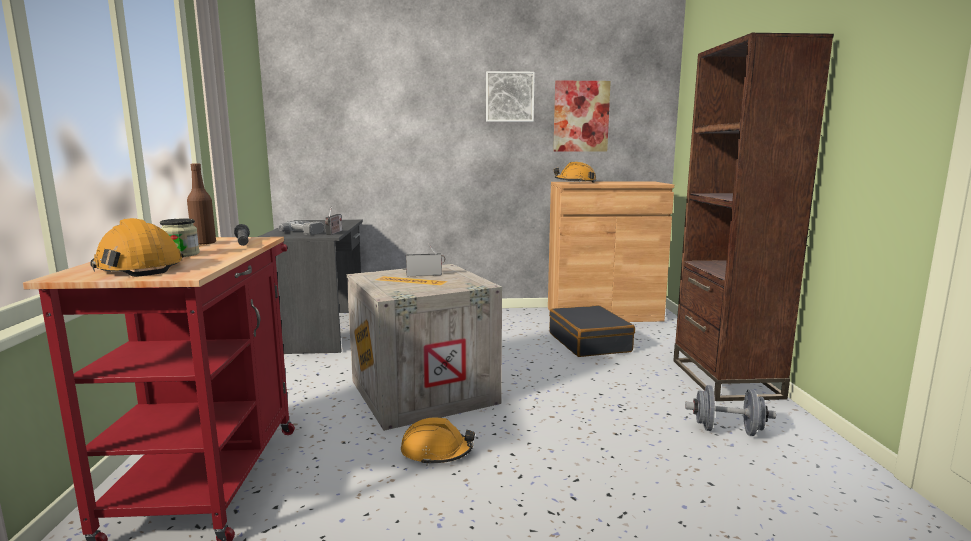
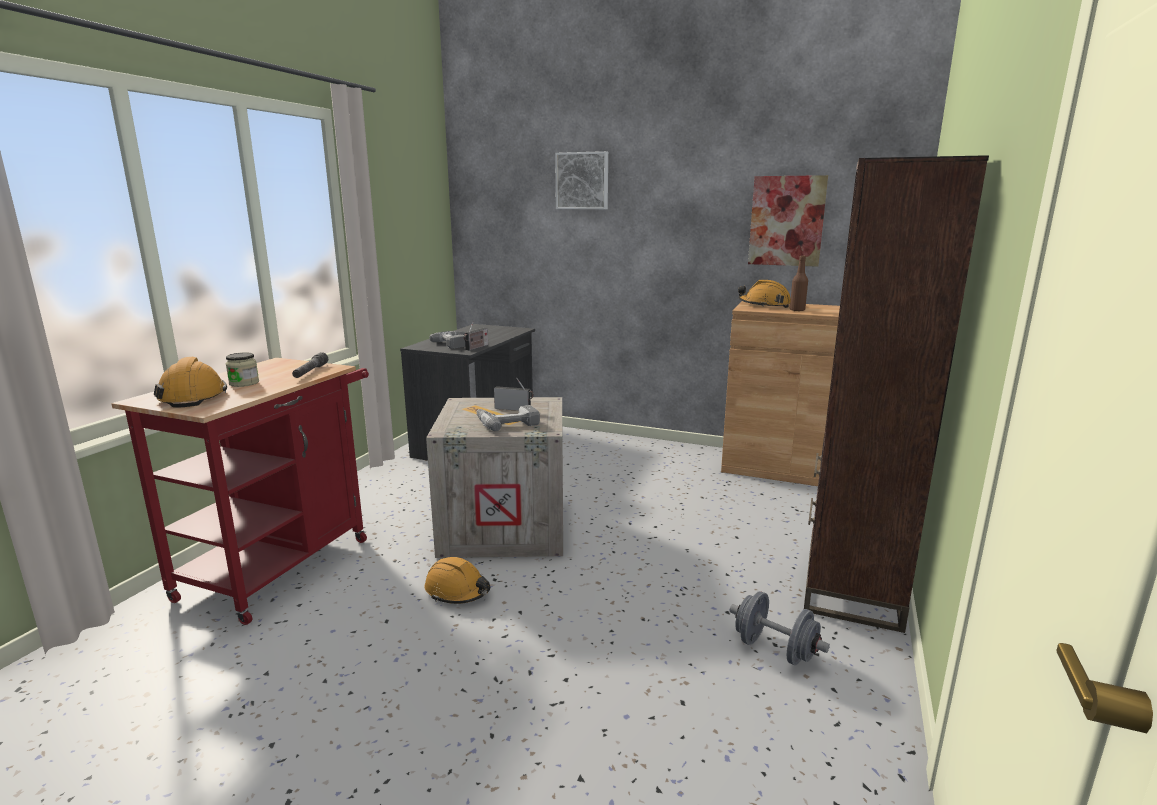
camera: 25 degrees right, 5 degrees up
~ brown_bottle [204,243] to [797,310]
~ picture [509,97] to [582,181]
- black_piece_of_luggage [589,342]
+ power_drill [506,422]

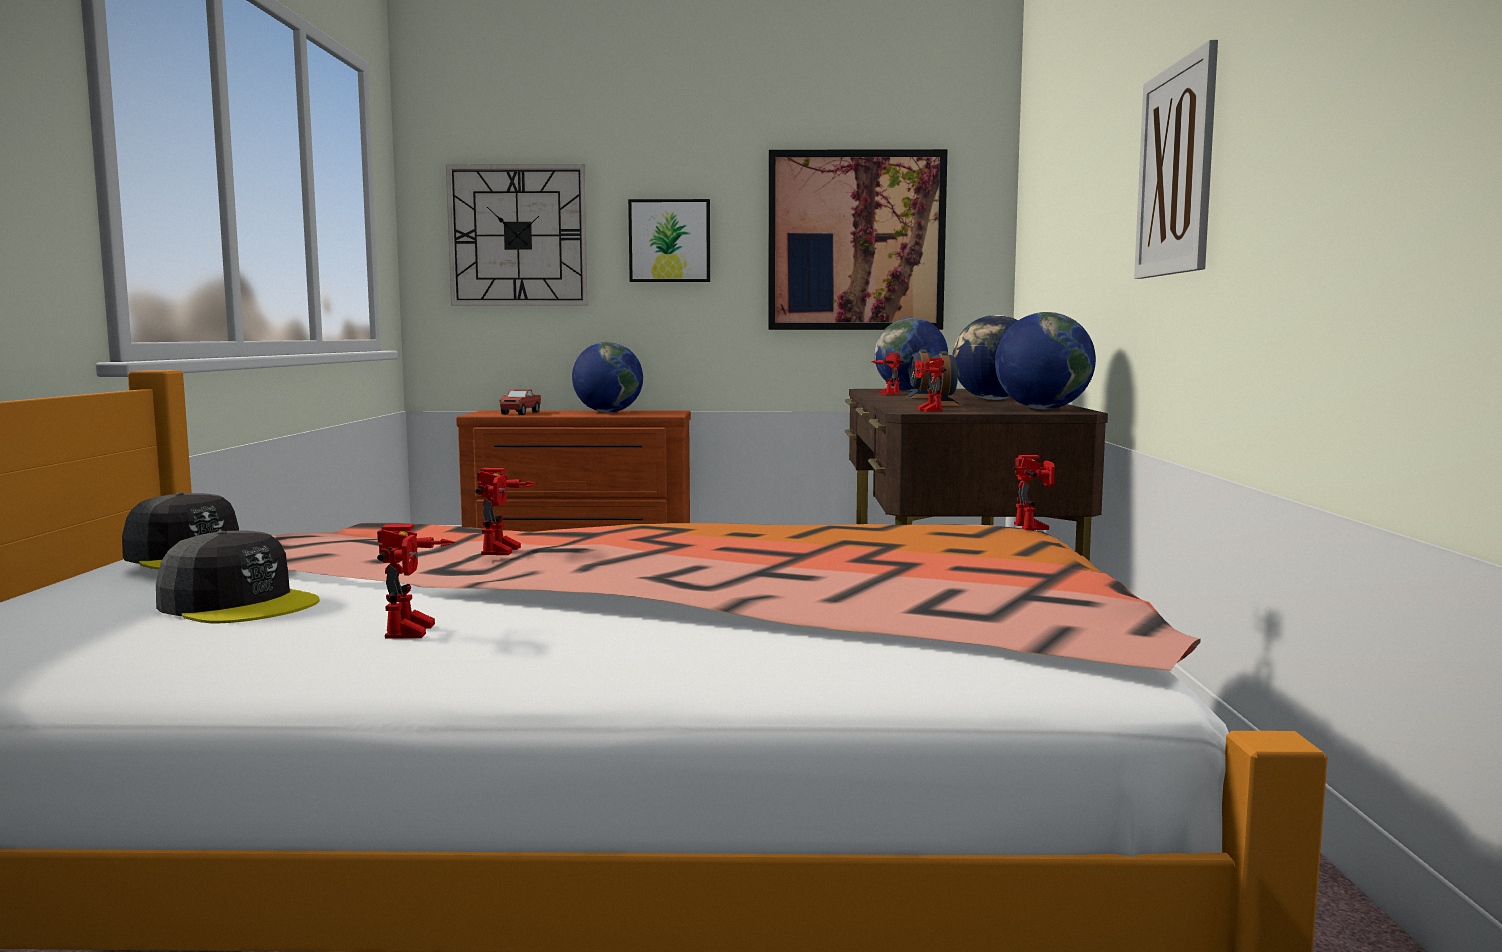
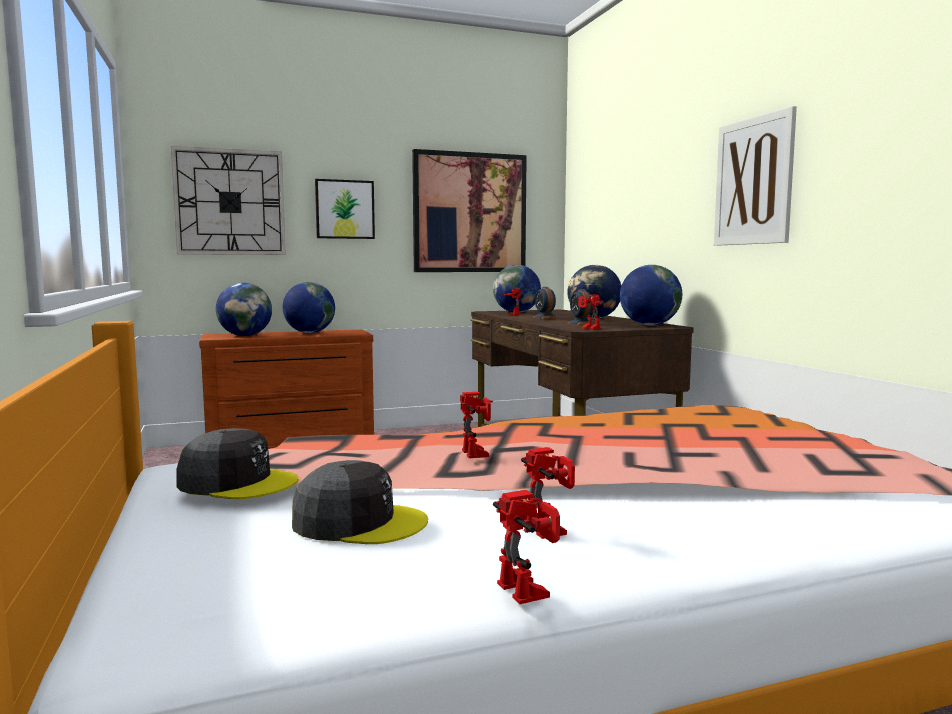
camera: 20 degrees left, 0 degrees up
~ model_truck [521,413] to world_globe [245,336]
~ model_robot [1037,527] to [531,590]

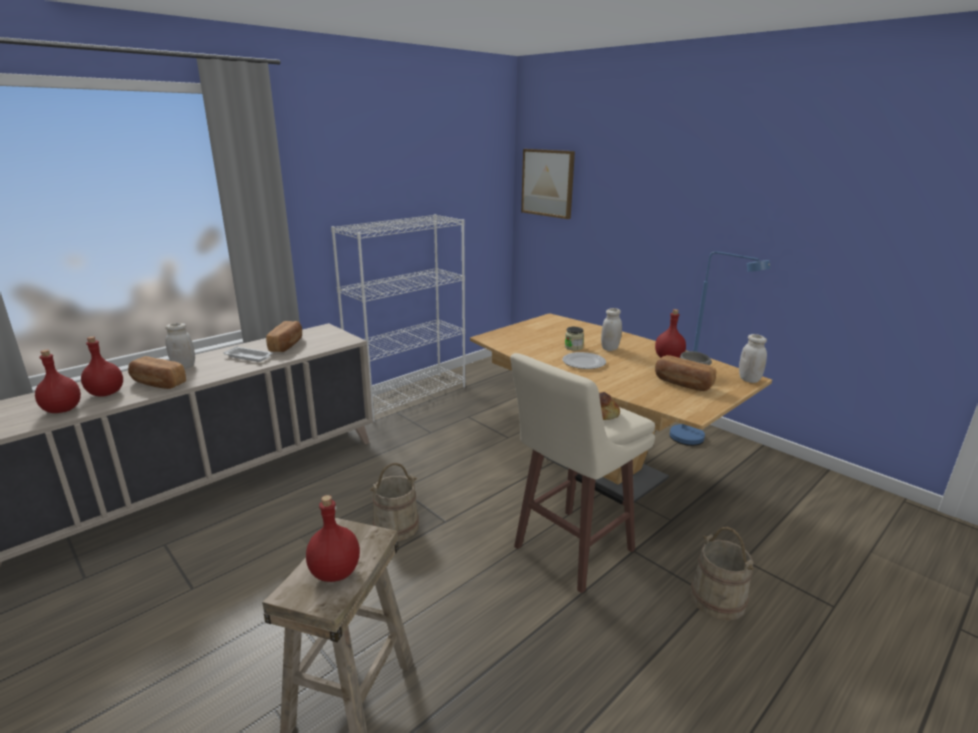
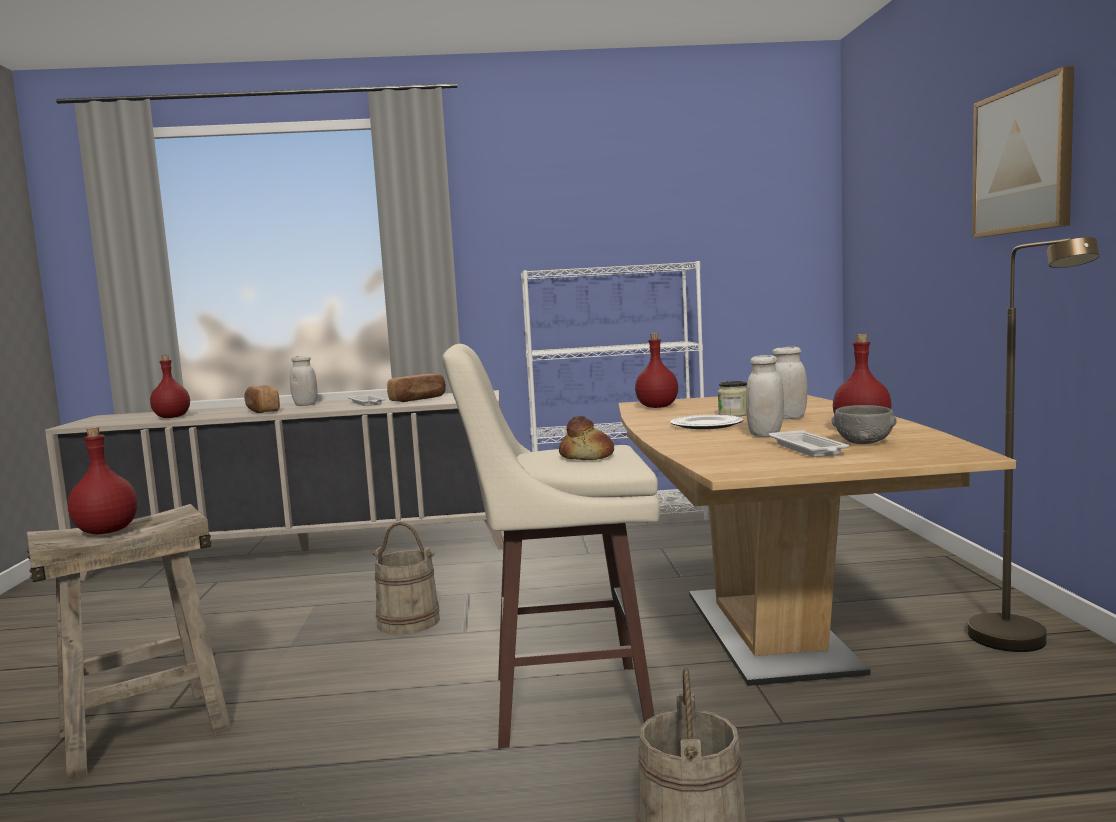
camera: 40 degrees right, 15 degrees down
~ red-coloured_bottle [105,393] to [656,407]
~ picture [548,183] to [1023,159]
~ bakery_bread [682,383] to whitish_carrying_tray [808,449]
~ bluish_standing_lamp [696,440] to brown_standing_lamp [1020,645]
~ whitish_jar [749,379] to [765,435]

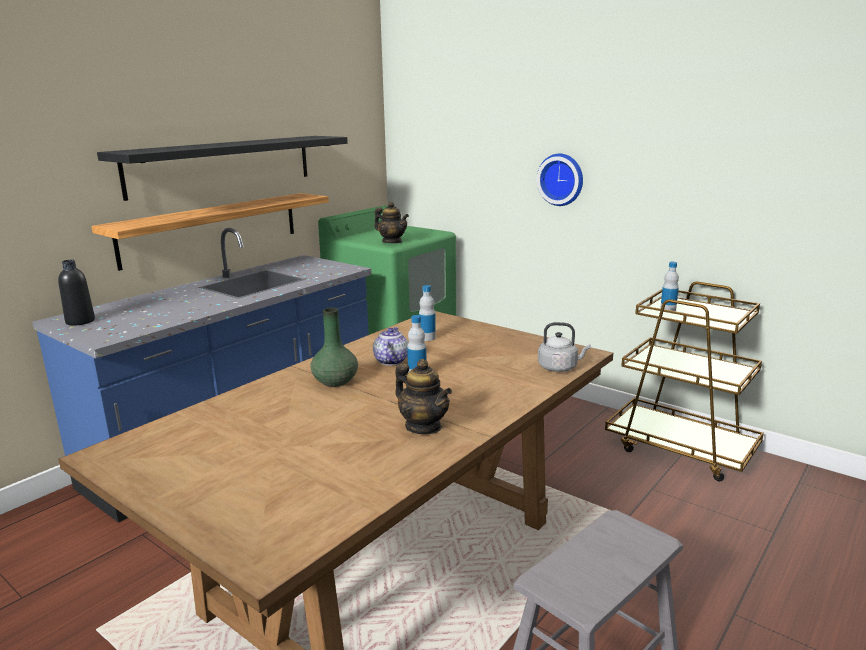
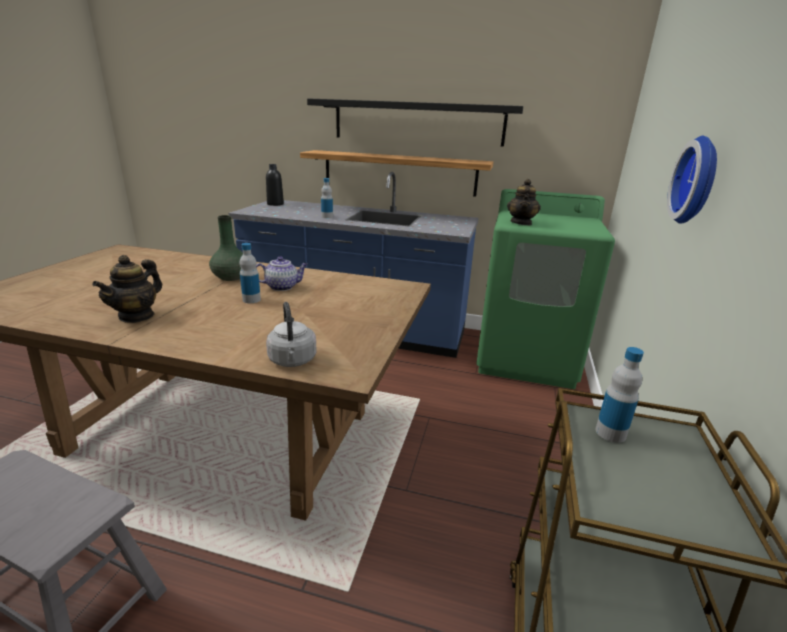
camera: 65 degrees right, 5 degrees up
~ bottle [427,338] to [327,217]

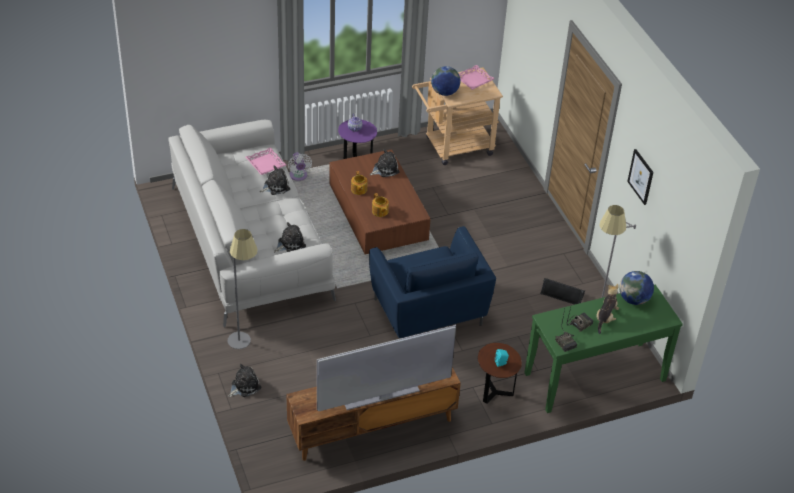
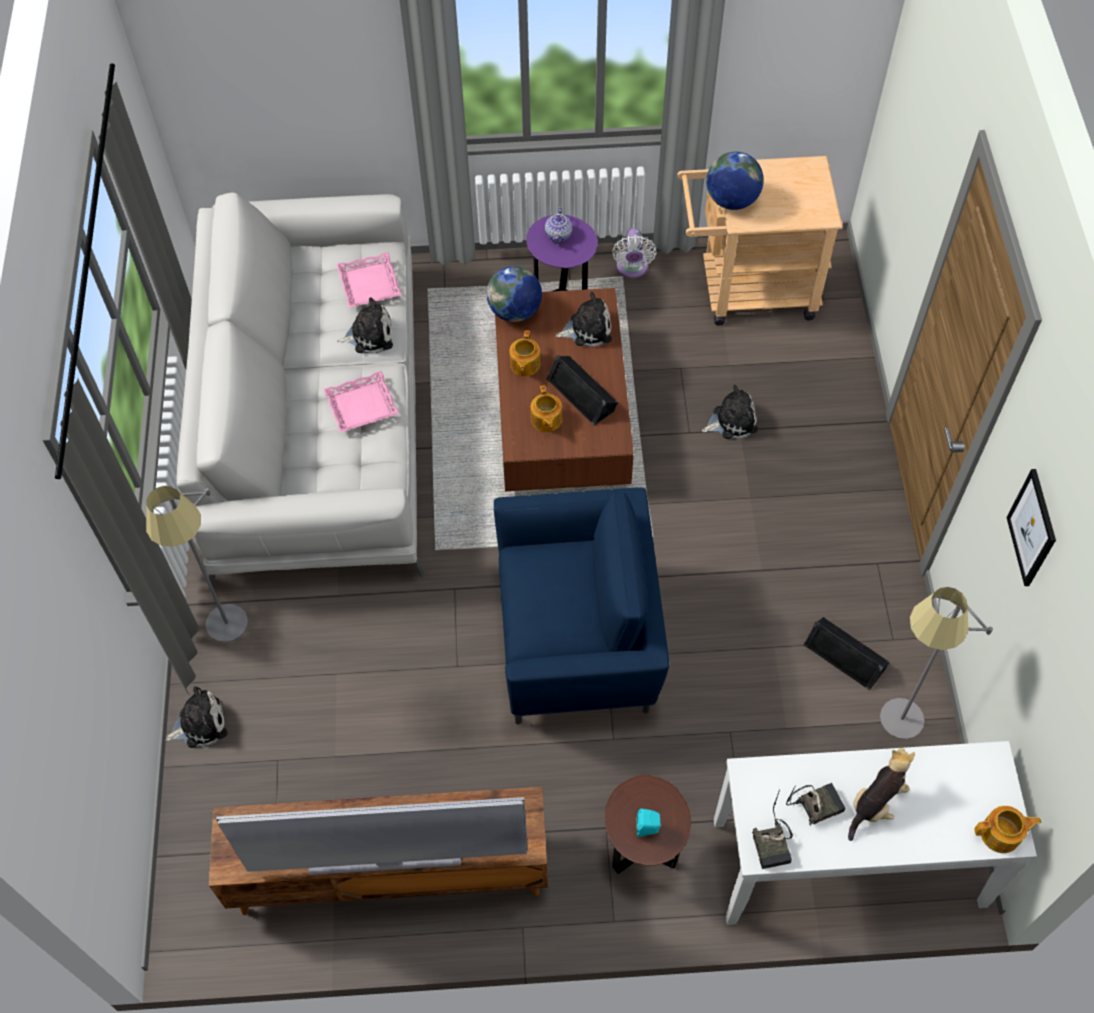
camera: 20 degrees right, 15 degrees up
~ soft_toy [290,244] to [731,420]
~ whitish_cooling_fan [298,176] to [632,269]
~ bluish_lounge_chair [428,313] = [579,642] 90 degrees counterclockwise
~ pinkish_carrying_tray [474,80] to [362,406]
~ green_console_table [595,377] to whitish_console_table [848,863]
~ world_globe [633,299] to [515,311]
+ black_speaker [582,393]
+ tea_pot [1001,834]

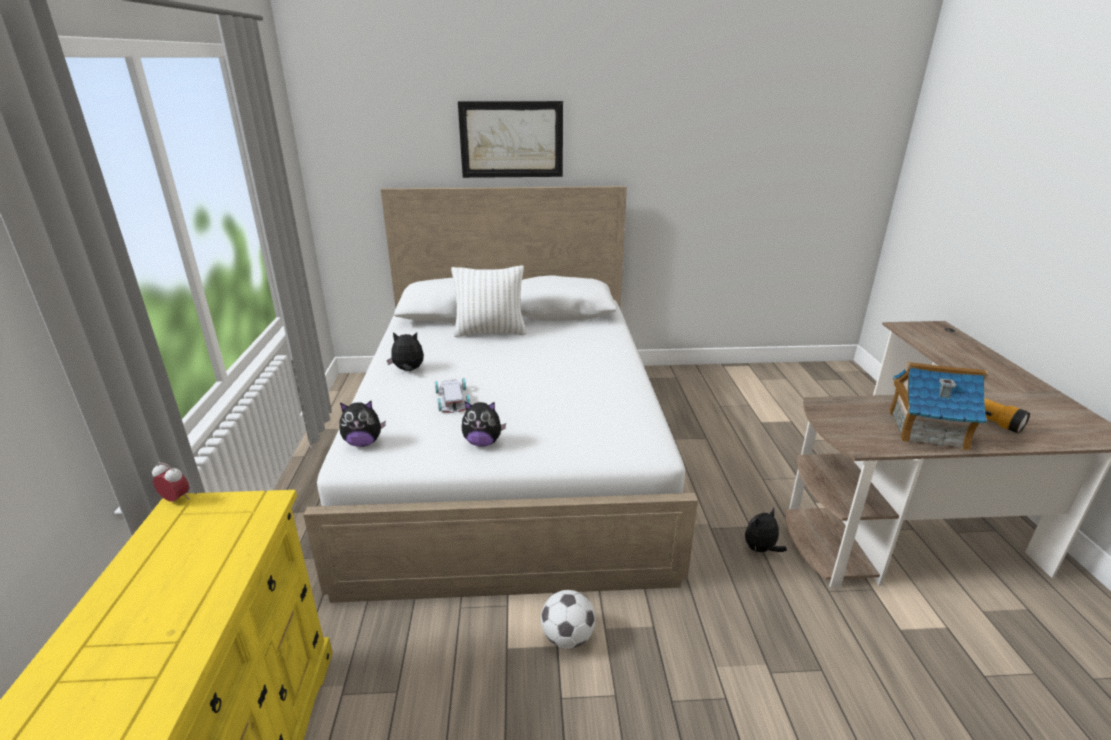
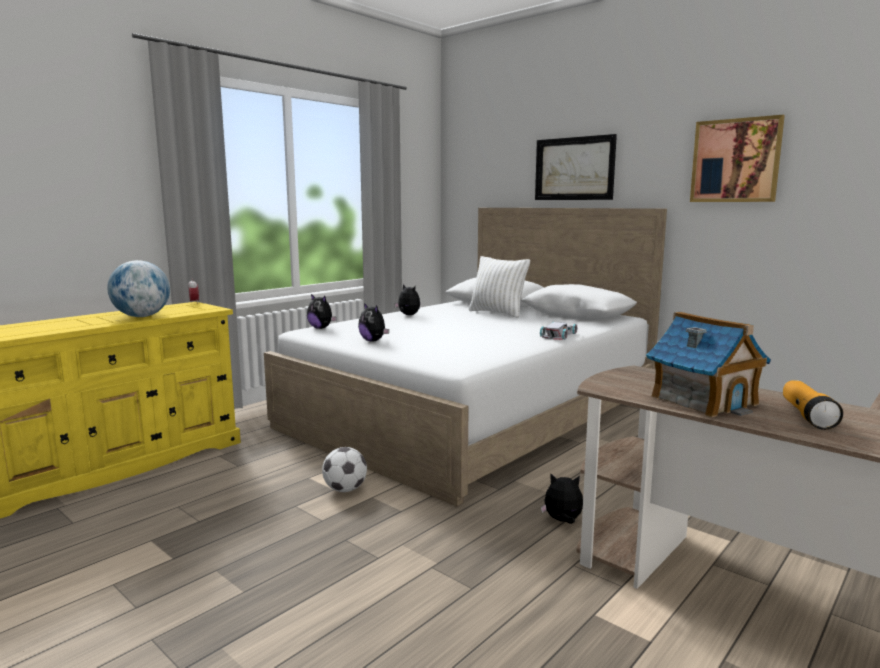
camera: 45 degrees right, 15 degrees down
~ whitish_model_car [453,399] to [559,335]
+ world_globe [142,316]
+ picture [735,161]

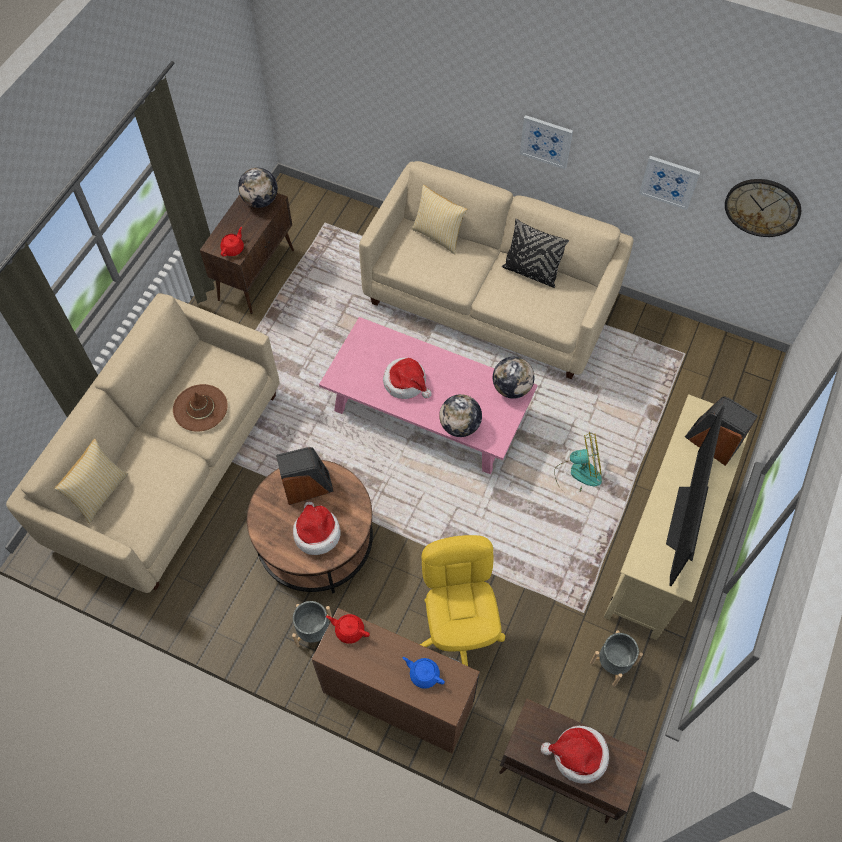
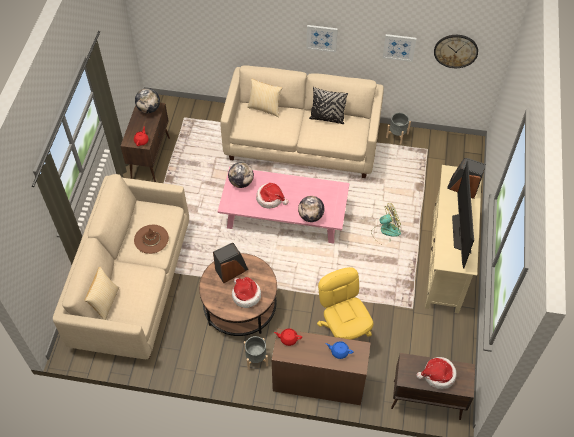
camera: 15 degrees left, 5 degrees down
~ world_globe [511,388] to [241,182]
~ gray_flower_pot [612,663] to [397,135]

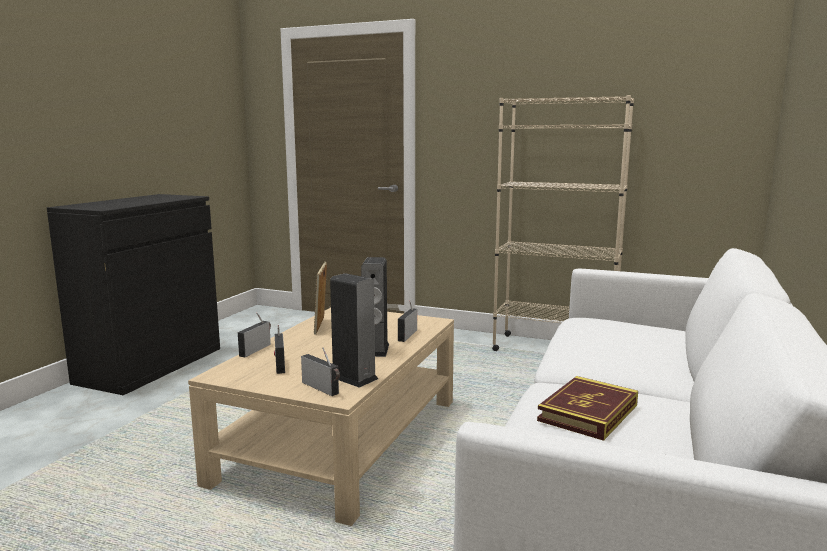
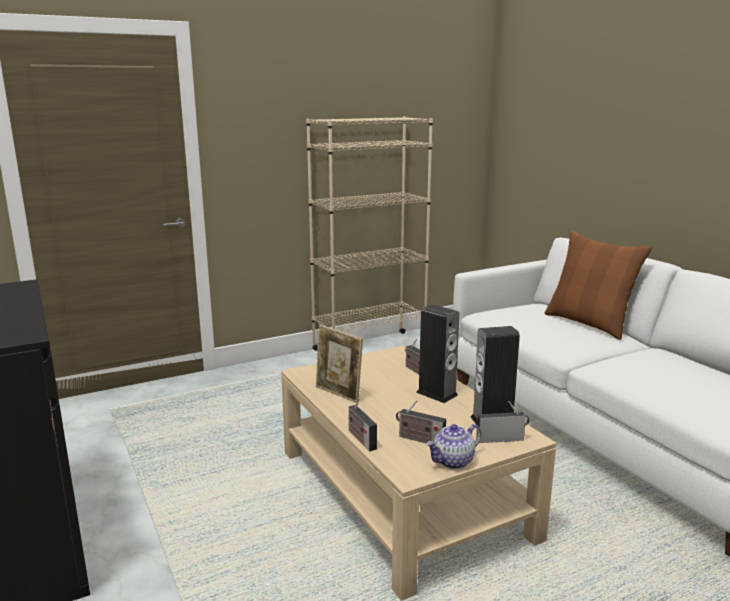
camera: 50 degrees left, 5 degrees up
- volume [588,413]
+ tea_pot [453,461]
+ brown_cushion [589,323]

